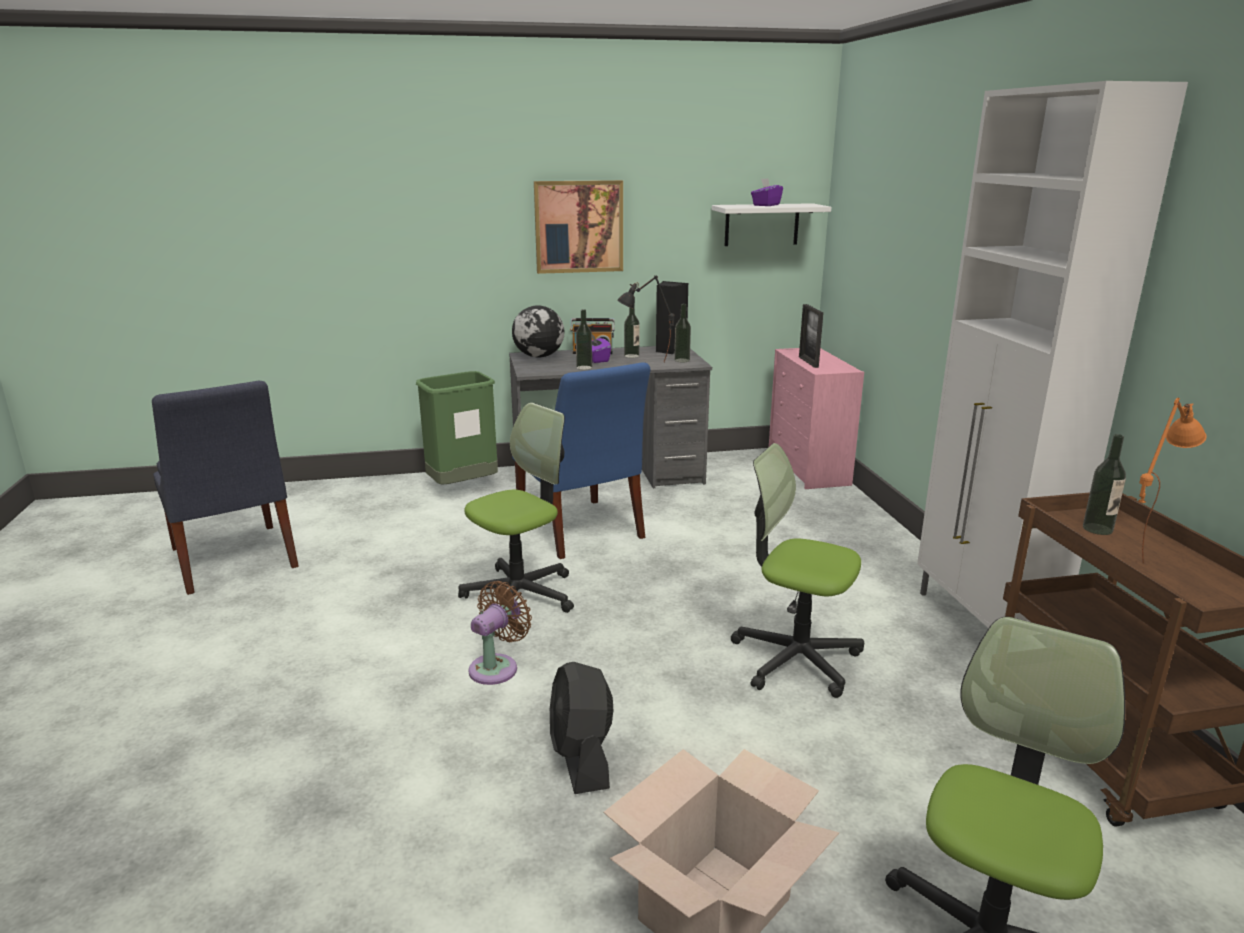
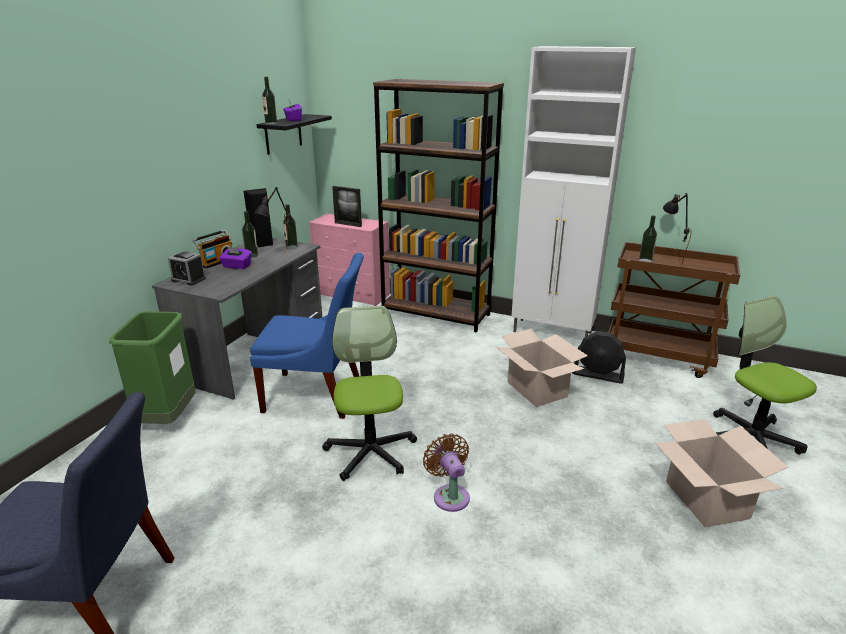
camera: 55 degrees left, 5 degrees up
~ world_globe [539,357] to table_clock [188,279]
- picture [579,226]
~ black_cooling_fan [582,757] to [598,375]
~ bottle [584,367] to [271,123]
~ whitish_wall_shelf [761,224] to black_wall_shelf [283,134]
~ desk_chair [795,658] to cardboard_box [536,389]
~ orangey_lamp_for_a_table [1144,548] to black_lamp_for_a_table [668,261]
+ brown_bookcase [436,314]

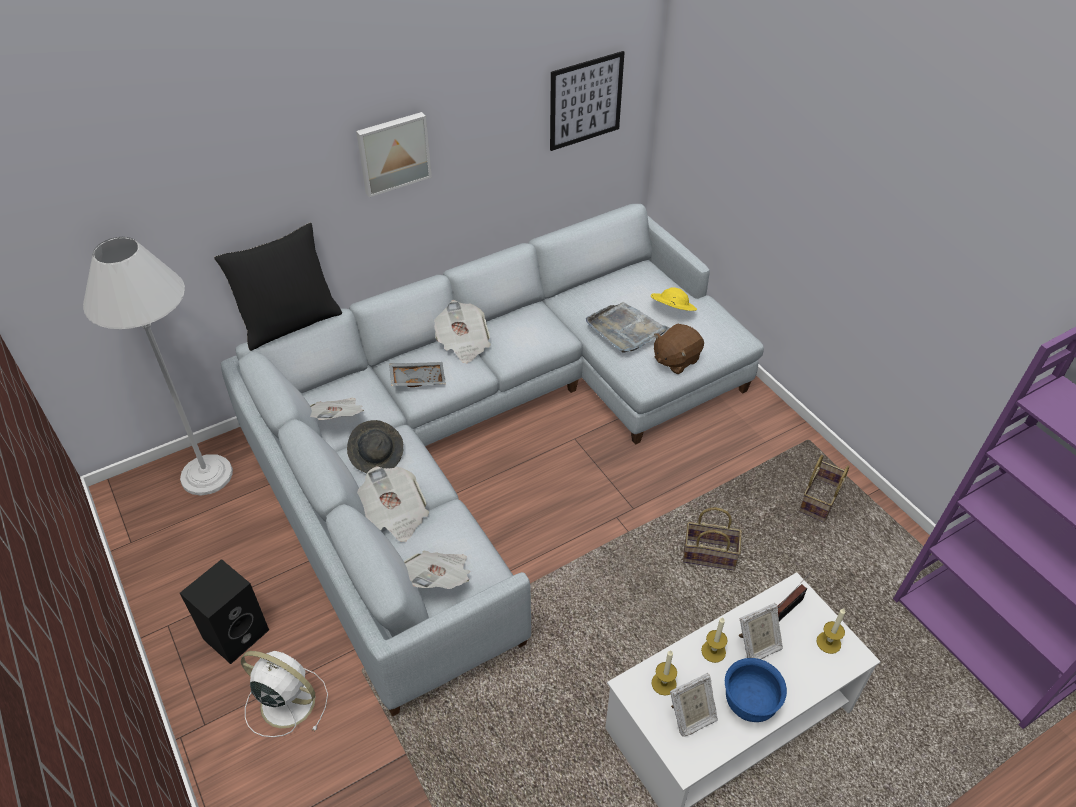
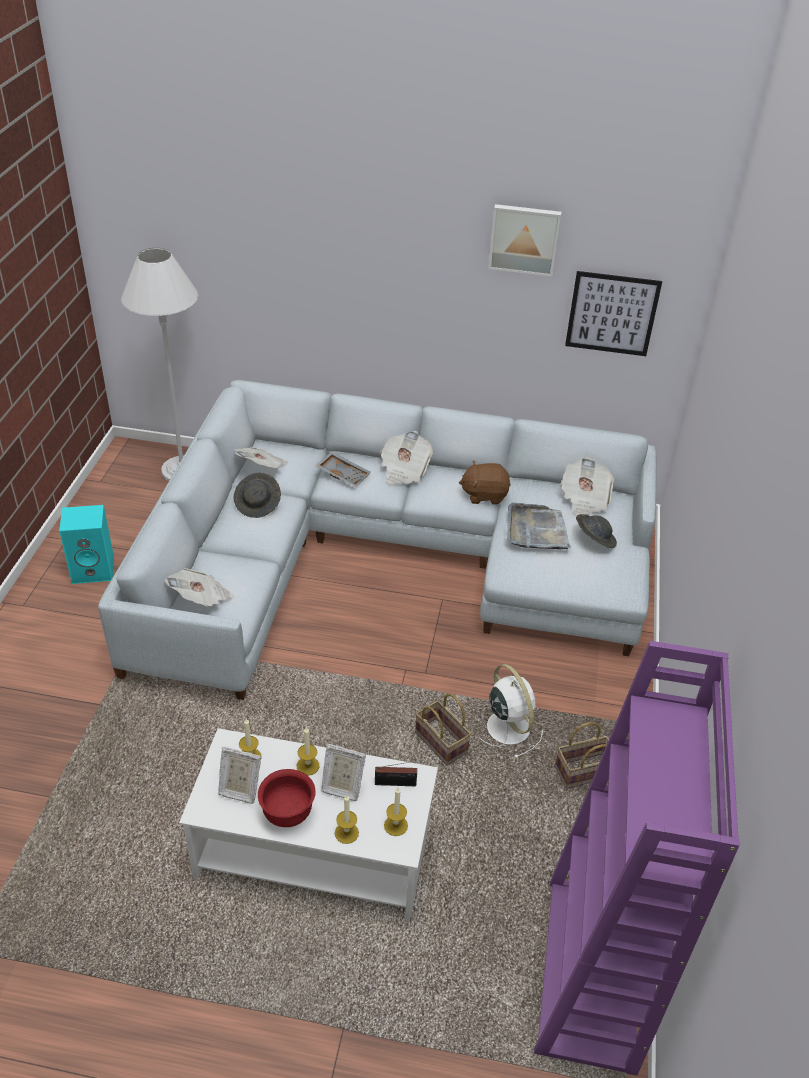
camera: 40 degrees right, 5 degrees down
~ black_speaker [236,633] to blue-green_speaker [94,569]
- black_cushion [290,323]
~ whitish_cooling_fan [285,701] to [507,726]
~ picture [393,153] to [524,239]
~ newspaper [395,514] to [584,499]
~ yellow_clothing_hat [672,311] to gray_clothing_hat [594,539]
~ brown_soft_toy [675,360] to [484,495]
~ bluish_bowl [749,703] to red-coloured_bowl [288,813]
+ wax_candle [346,833]

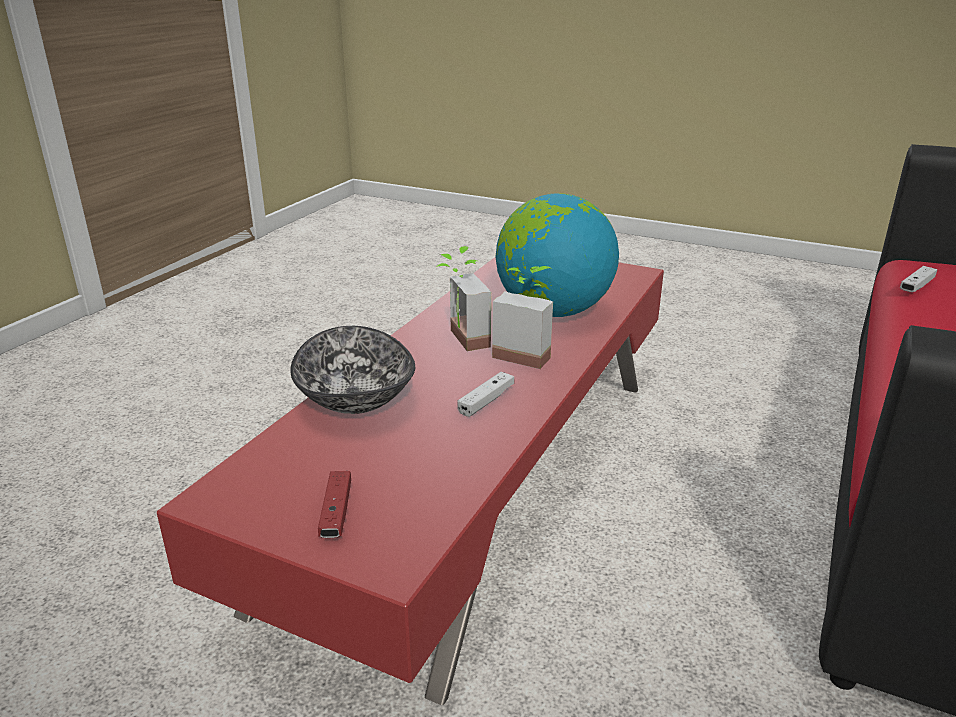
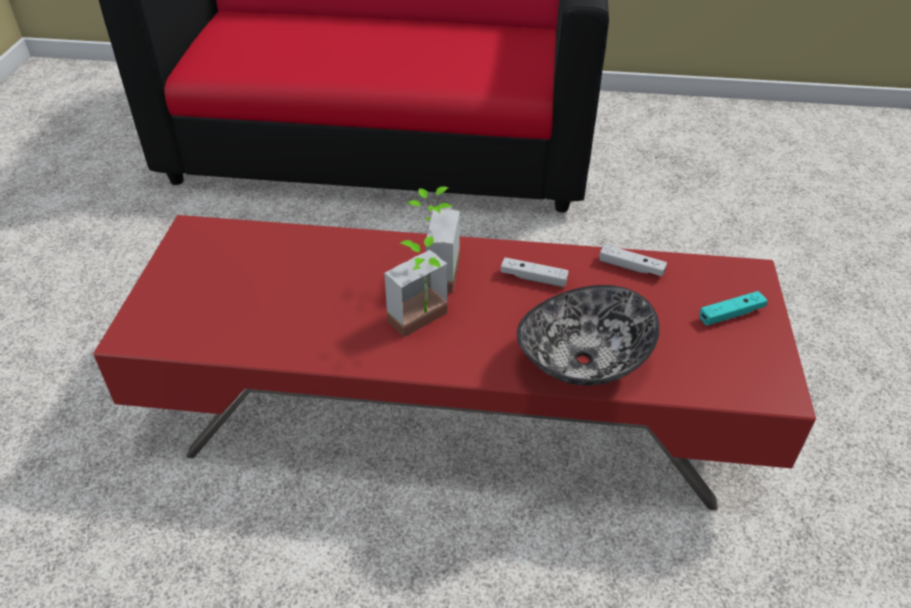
camera: 110 degrees left, 15 degrees up
~ red-coloured_joypad [336,513] to blue-green_joypad [731,314]
- world_globe [553,311]
~ whitish_joypad [916,286] to [631,267]

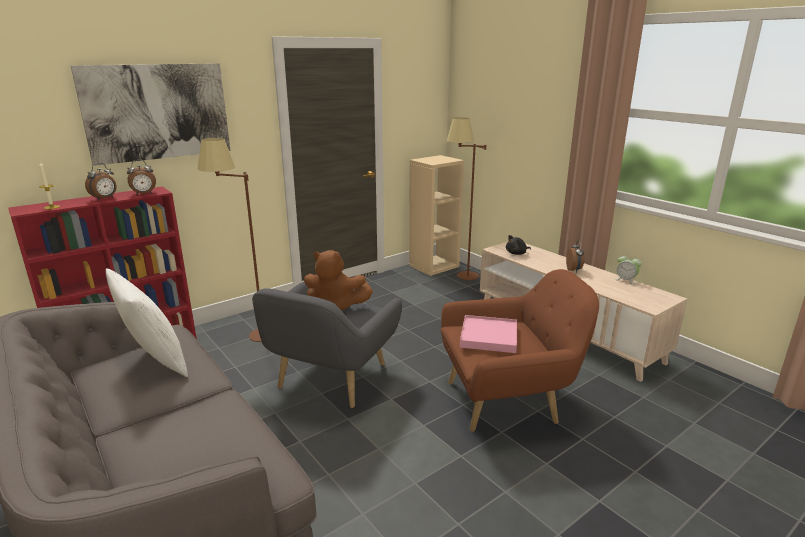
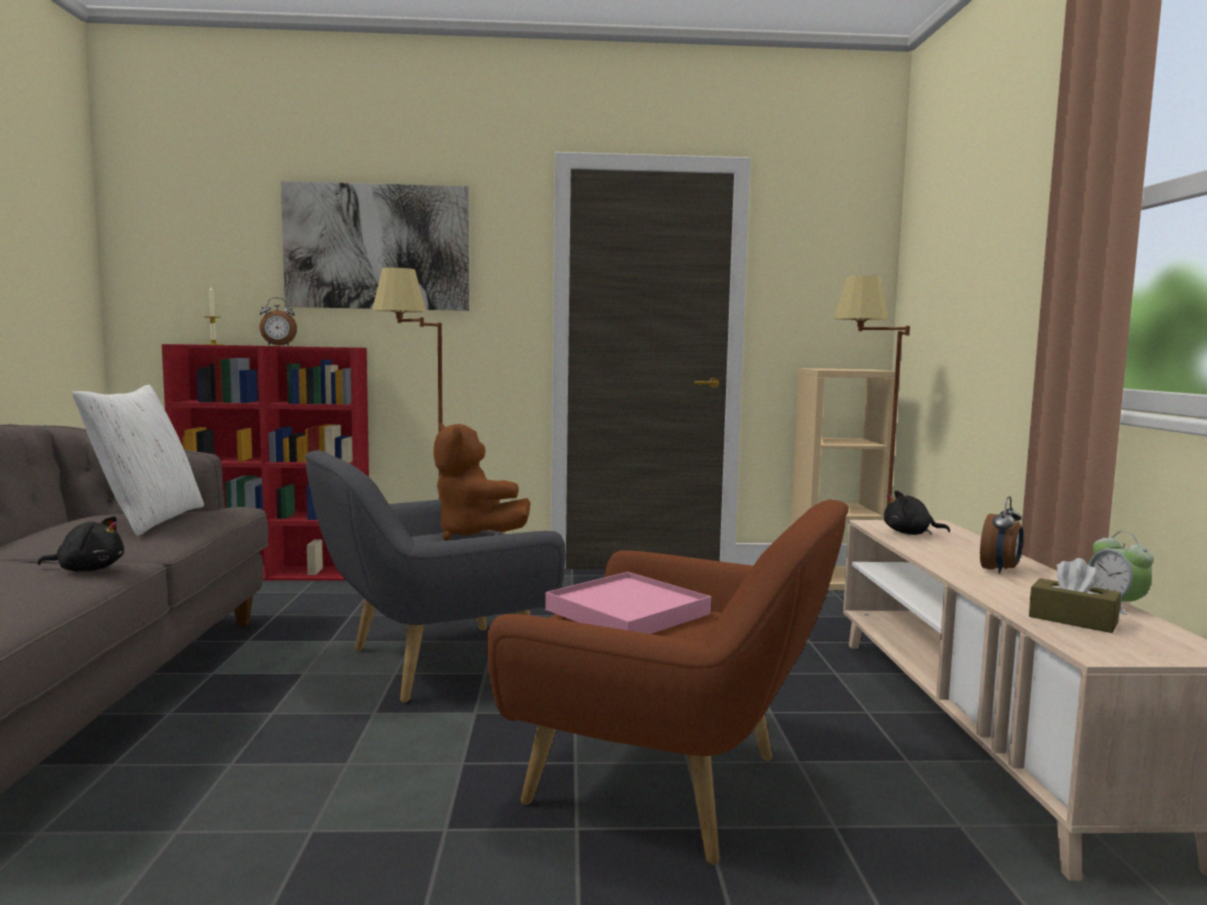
camera: 35 degrees right, 15 degrees down
- table_clock [144,194]
+ black_soft_toy [88,569]
+ brown_tissue_box [1072,620]

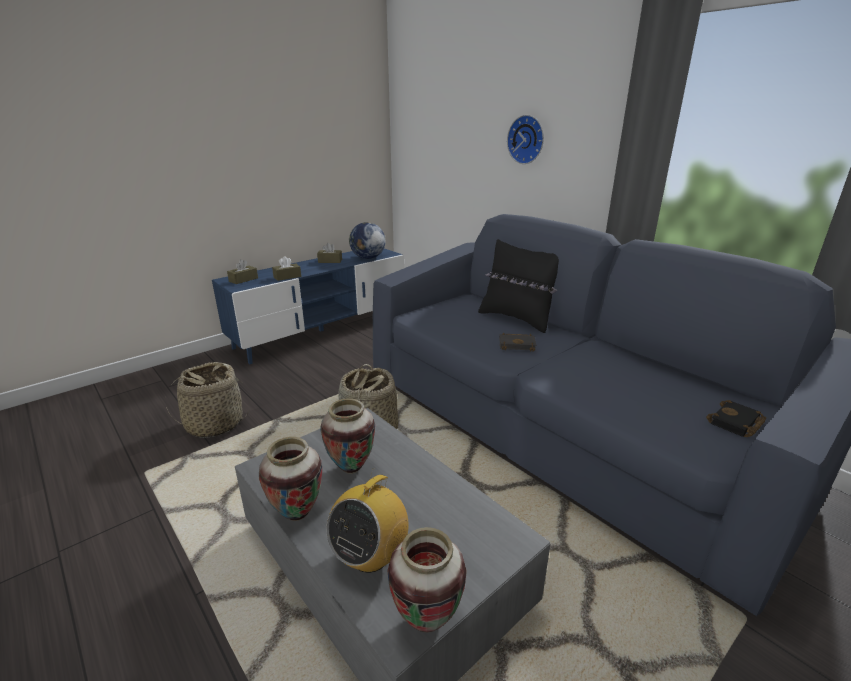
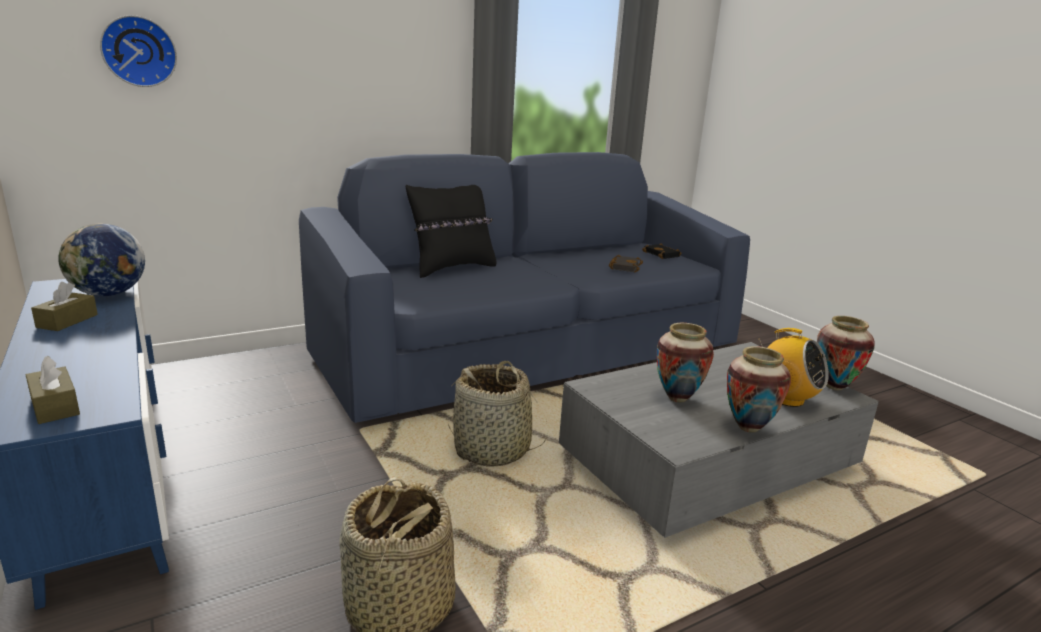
camera: 80 degrees left, 5 degrees down
- brown_tissue_box [287,277]
~ black_volume [518,344] to [624,266]
~ hanging_clock [527,139] to [139,51]

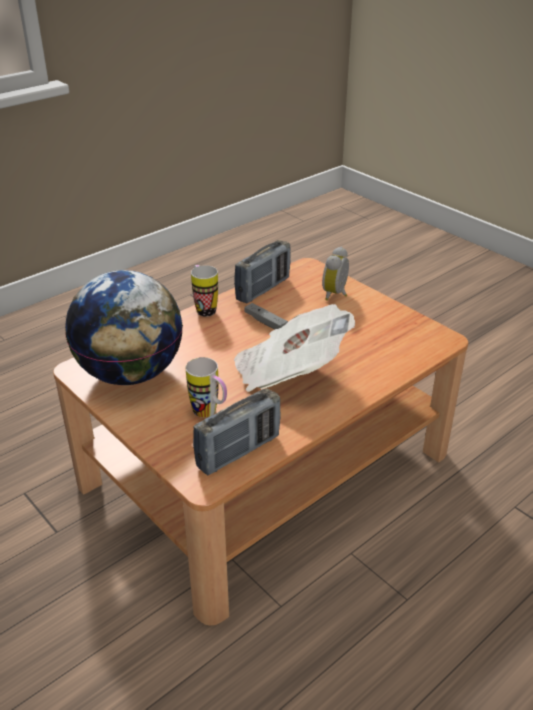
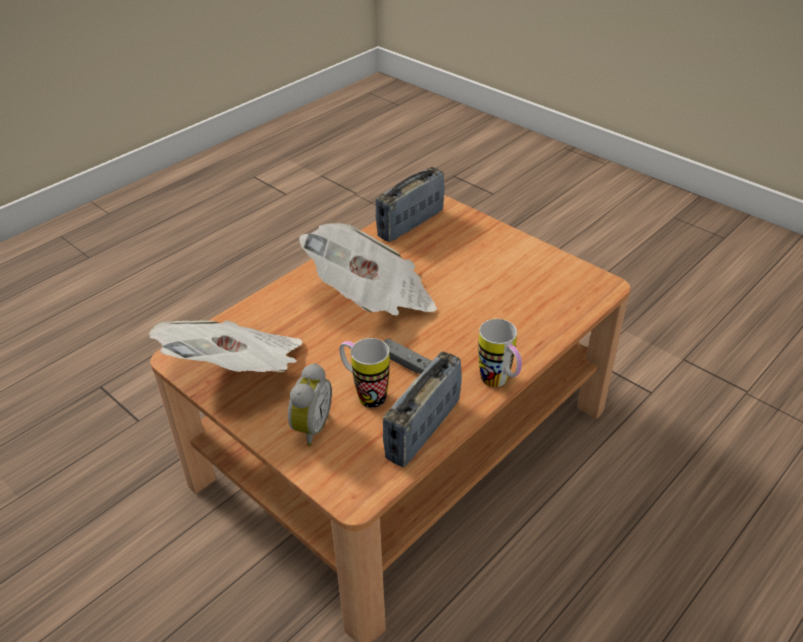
camera: 175 degrees right, 5 degrees up
- world_globe [130,374]
~ mug [210,413] to [365,394]
+ newspaper [239,371]

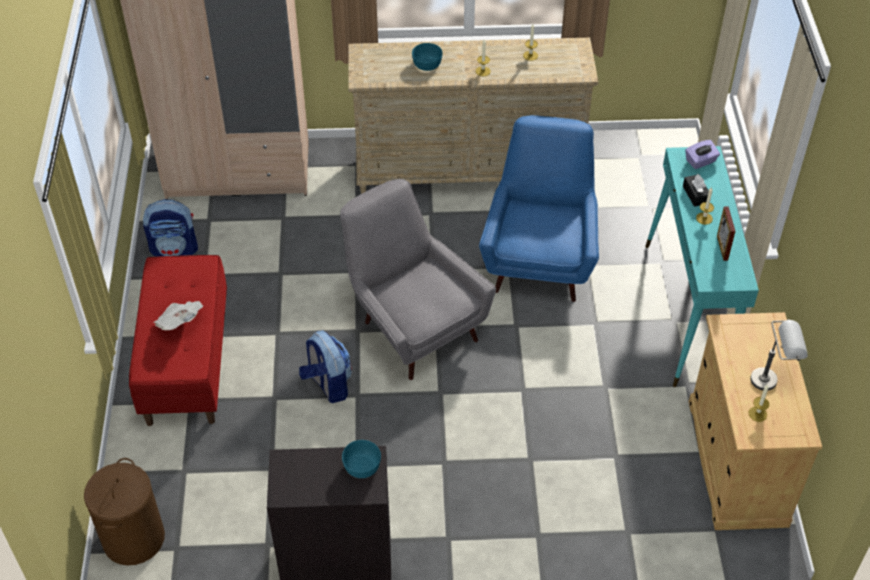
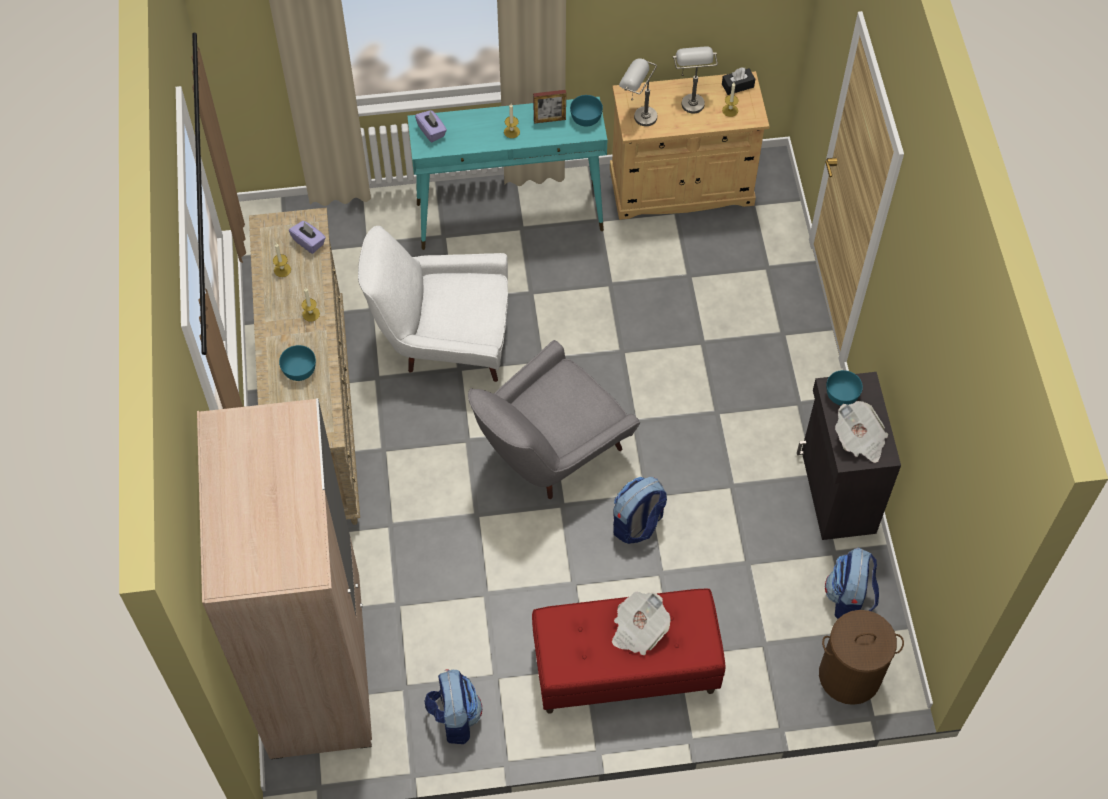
camera: 95 degrees left, 10 degrees up
~ bluish_lounge_chair [540,257] to whitish_lounge_chair [444,342]
~ black_tissue_box [695,195] to [737,85]
+ purplish_tissue_box [309,242]
+ blue-green_bowl [586,118]
+ gray_lamp_for_a_table [637,115]
+ backpack [849,599]
+ newspaper [859,440]

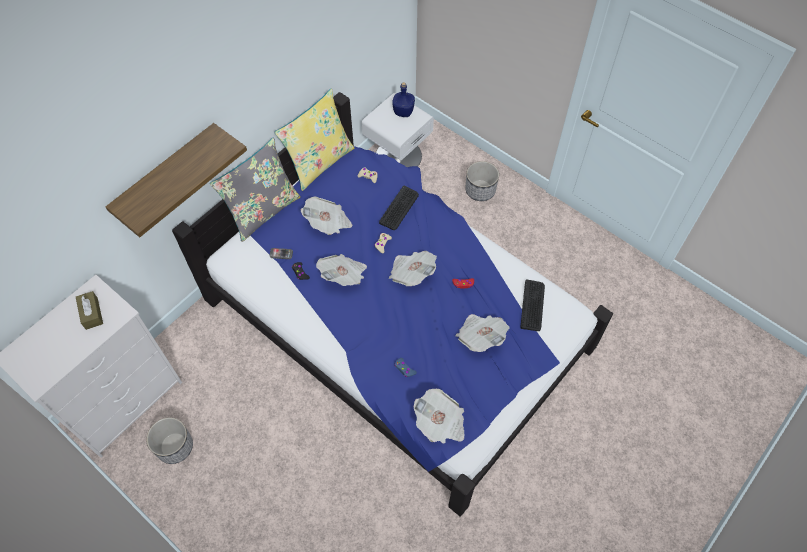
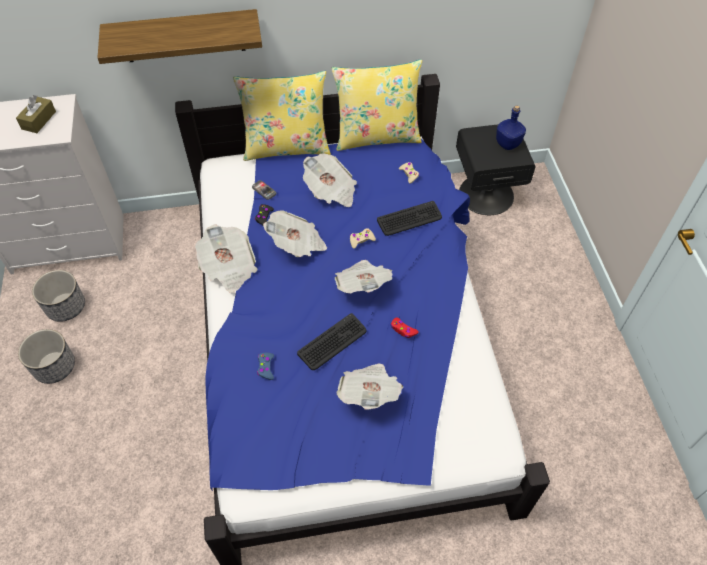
camera: 40 degrees right, 5 degrees down
~ gray_cushion [263,211] to yellow_cushion [286,147]
~ whitish_nightstand [398,155] to black_nightstand [486,194]
~ newspaper [440,423] to [229,268]
~ flower_pot [480,190] to [55,367]
~ PC_keyboard [532,305] to [332,342]

